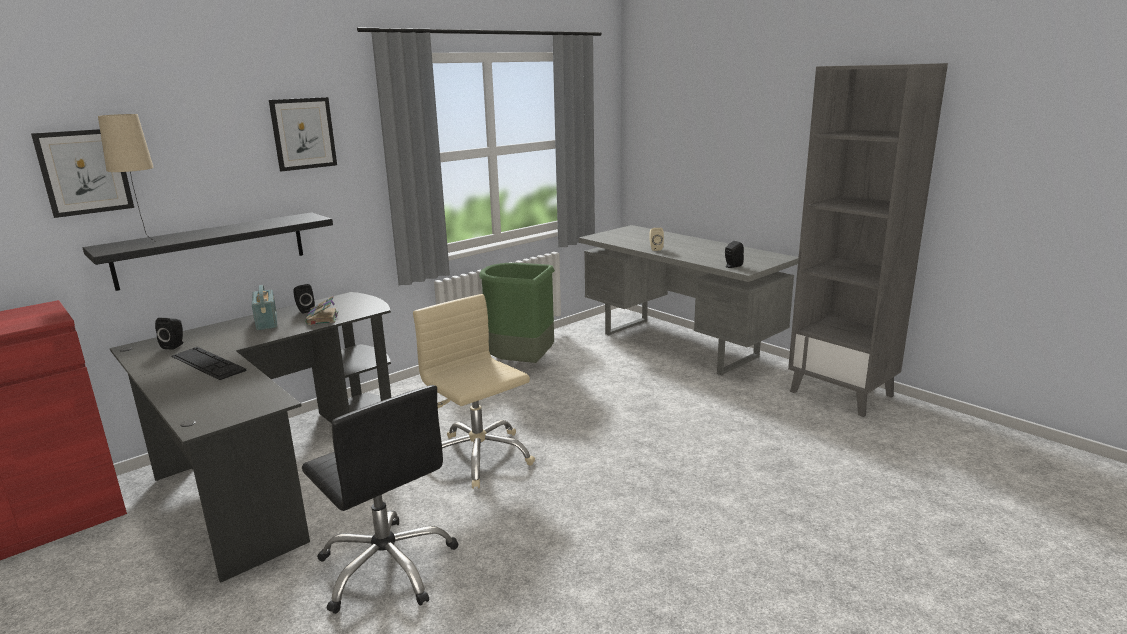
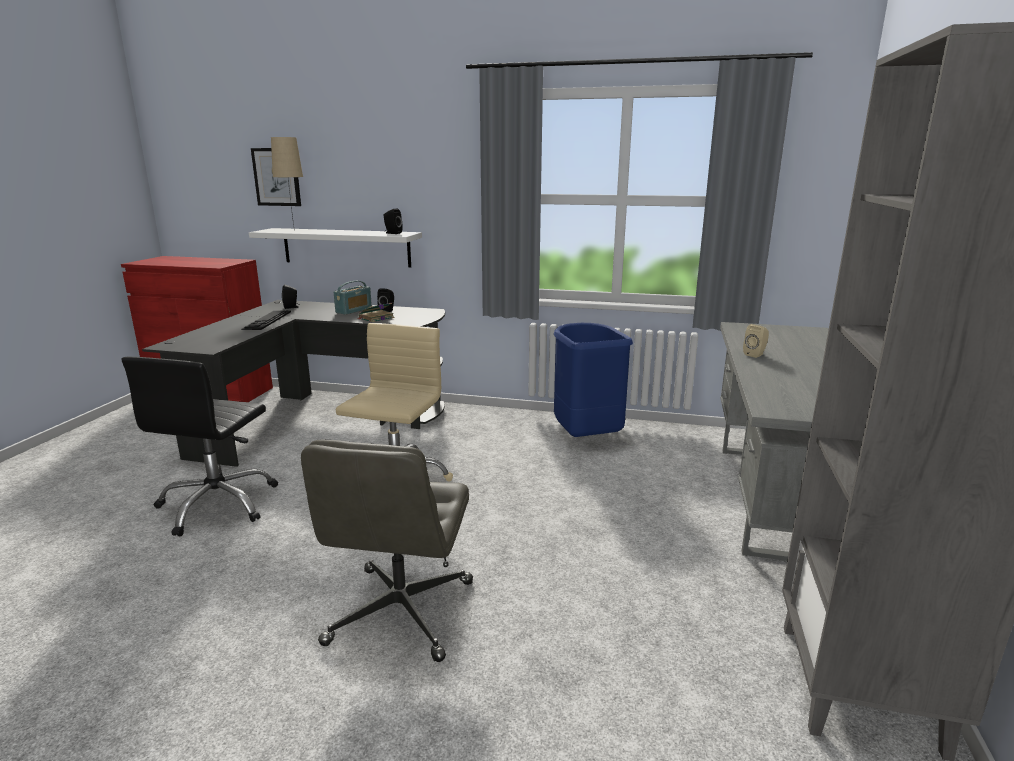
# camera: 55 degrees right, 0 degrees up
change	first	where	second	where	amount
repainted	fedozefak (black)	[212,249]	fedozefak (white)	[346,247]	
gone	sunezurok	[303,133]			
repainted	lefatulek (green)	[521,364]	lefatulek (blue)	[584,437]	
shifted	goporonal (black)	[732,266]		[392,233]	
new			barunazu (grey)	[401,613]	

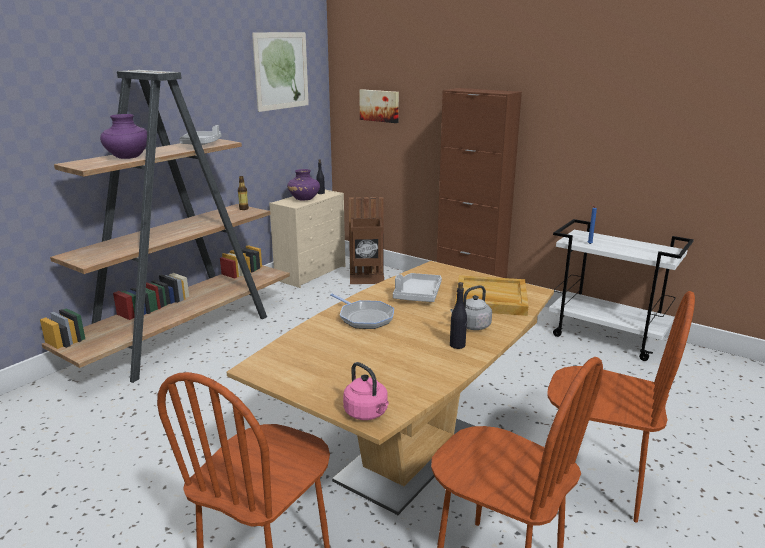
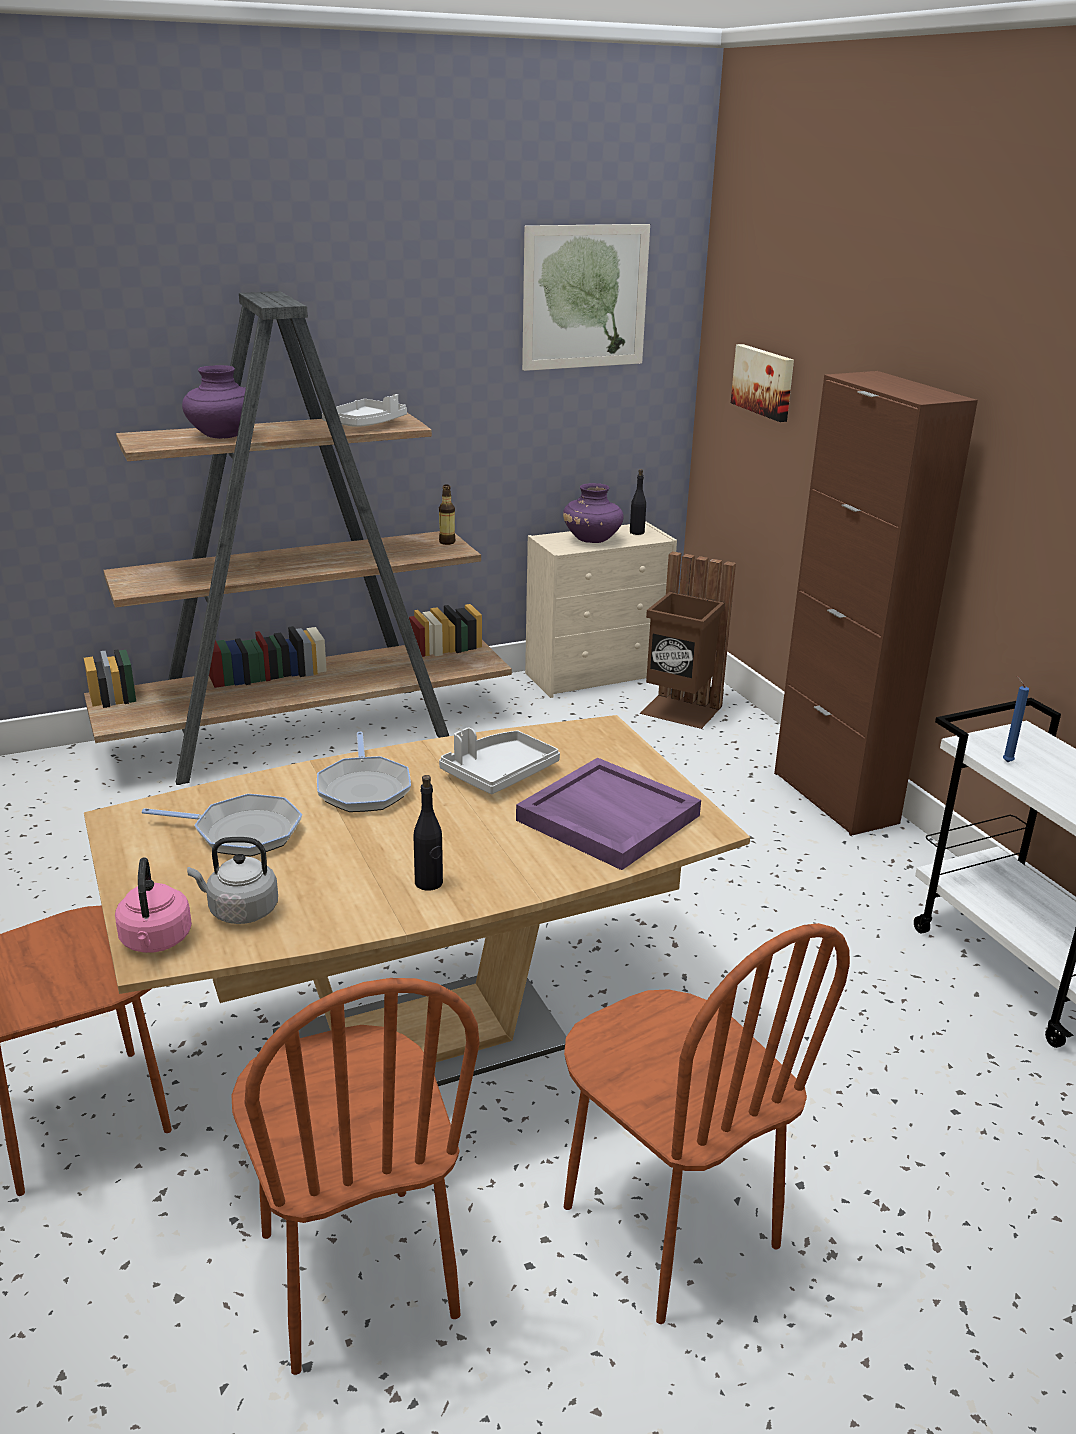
# camera: 30 degrees right, 5 degrees up
change	first	where	second	where	amount
shifted	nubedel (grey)	[472,326]		[240,911]	
repainted	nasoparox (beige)	[490,299]	nasoparox (purple)	[606,818]	
new			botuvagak	[242,832]	

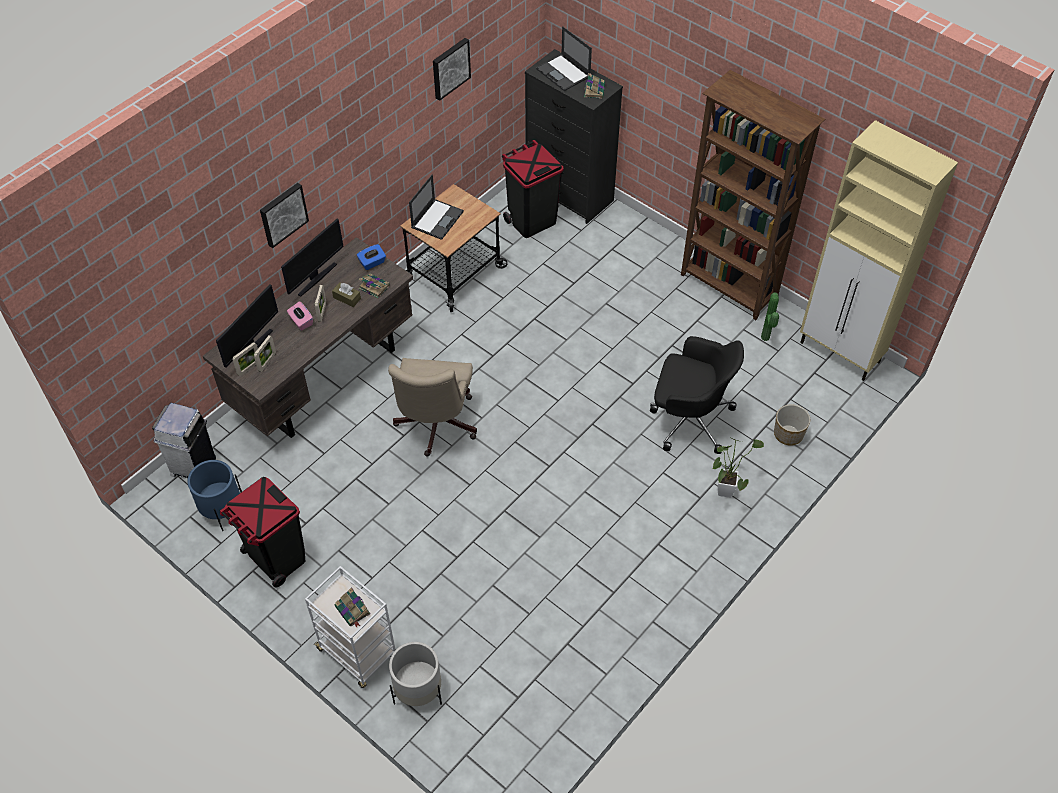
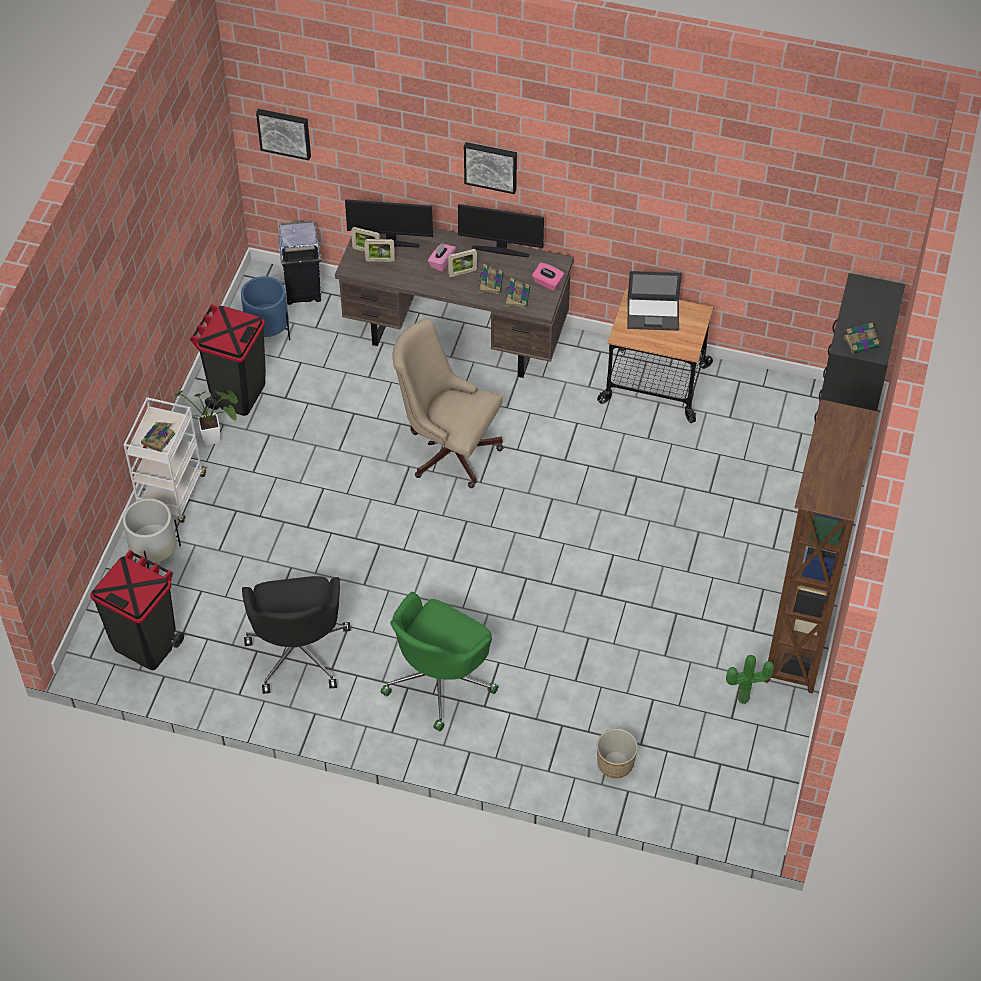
# camera: 65 degrees right, 0 degrees up
change	first	where	second	where	amount
swapped	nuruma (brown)	[347,298]	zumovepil	[490,283]	
repainted	nuruma (blue)	[372,263]	nuruma (pink)	[547,283]	
rotated	barunazu (beige)	[435,426]		[448,449]	45 degrees clockwise
shifted	sunezurok	[450,68]		[284,132]	
shifted	lefatulek (black)	[531,221]		[146,643]	
gone	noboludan	[564,73]			
shifted	barunazu (black)	[689,419]		[298,651]	
shifted	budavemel	[725,488]		[216,438]	
gone	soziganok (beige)	[840,353]			
new			barunazu (green)	[440,680]	

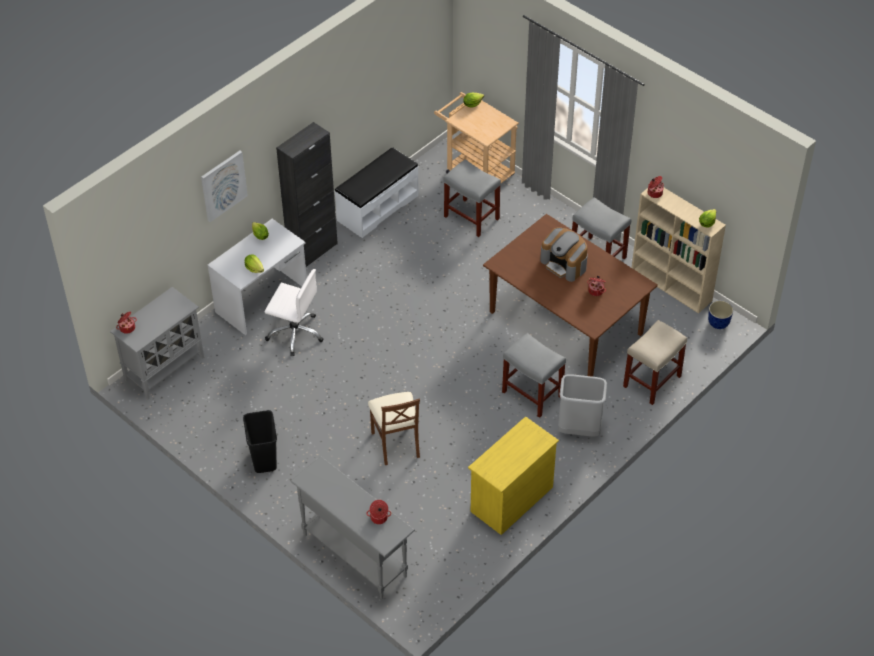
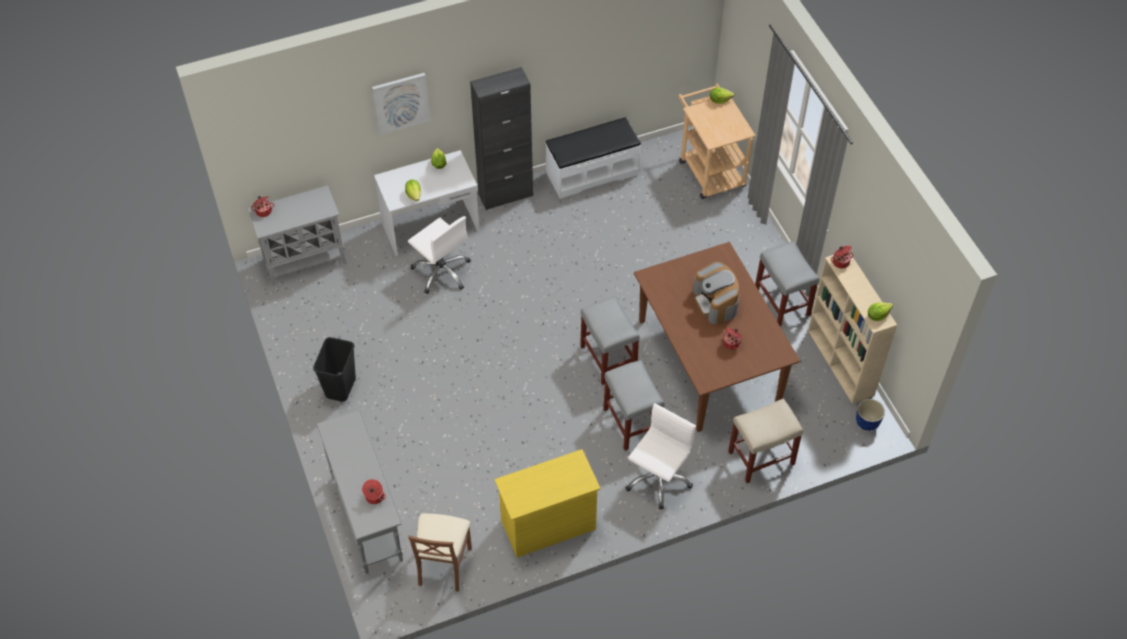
# camera: 25 degrees right, 5 degrees up
change	first	where	second	where	amount
shifted	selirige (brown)	[396,443]		[443,565]	
shifted	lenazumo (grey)	[471,217]		[607,358]	
swapped	lefatulek (grey)	[579,429]	barunazu (white)	[658,478]	

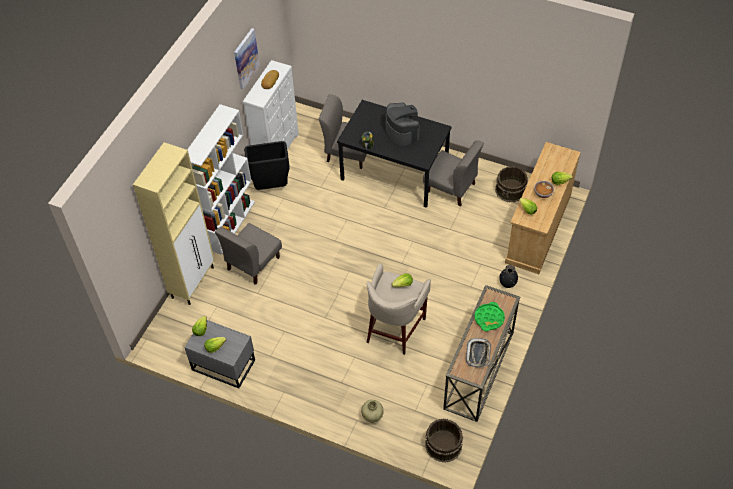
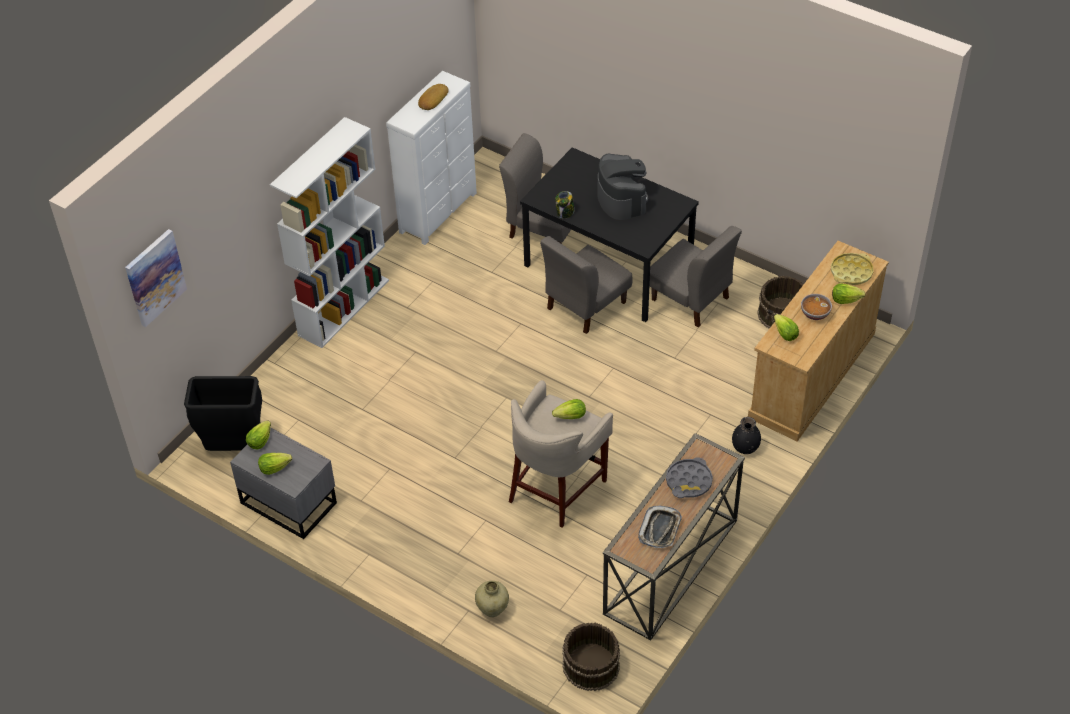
# camera: 10 degrees right, 5 degrees down
change	first	where	second	where	amount
gone	soziganok (beige)	[193,282]			
shifted	selirige (grey)	[253,263]		[585,305]	
shifted	sunezurok	[246,58]		[155,277]	
shifted	lefatulek (black)	[271,186]		[235,447]	
repainted	nasoparox (green)	[489,318]	nasoparox (grey)	[689,481]	
new			nasoparox (yellow)	[851,272]	

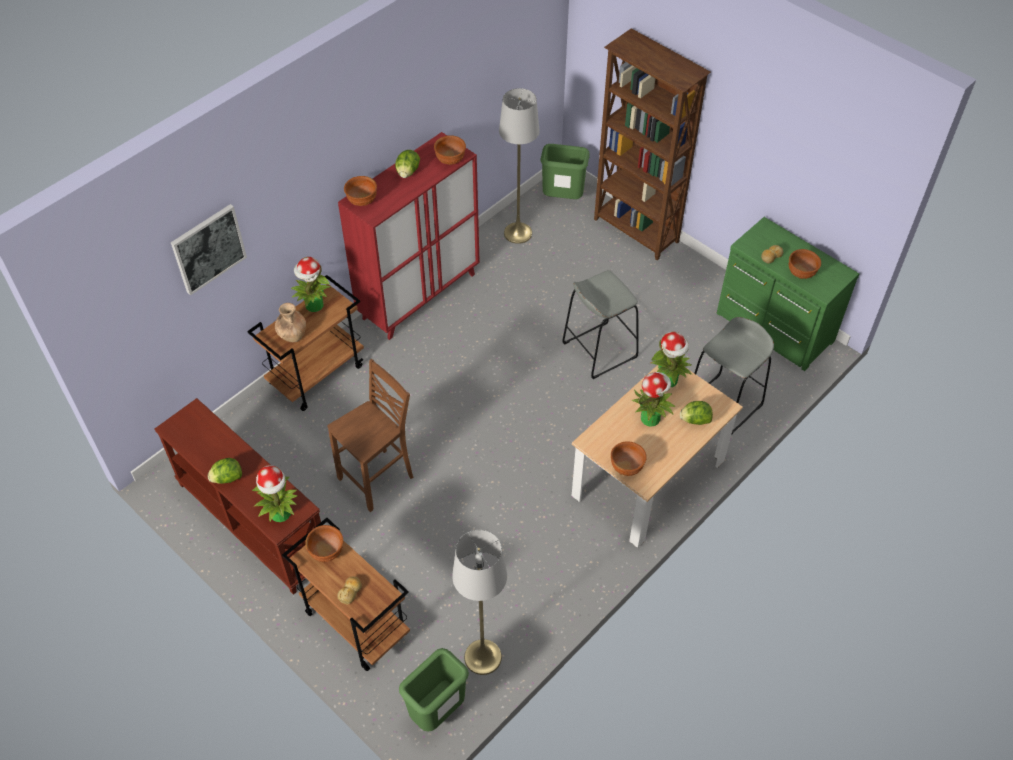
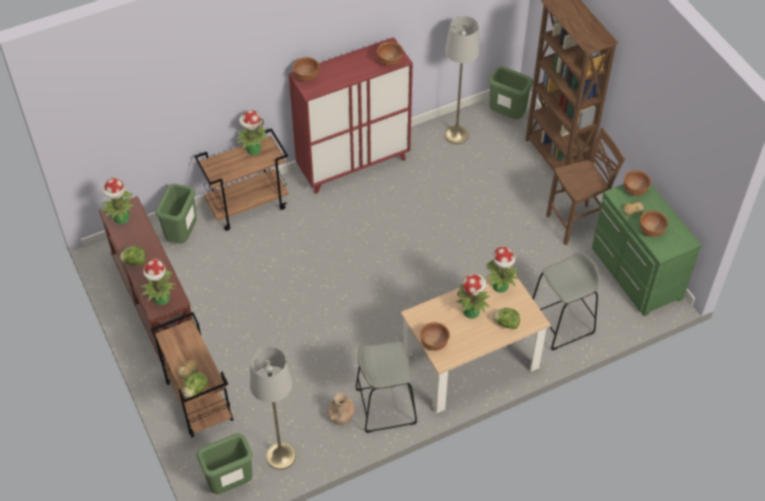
# camera: 20 degrees right, 0 degrees up
change	first	where	second	where	amount
gone	sunezurok	[208,248]			
shifted	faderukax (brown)	[292,334]		[341,416]	
shifted	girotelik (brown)	[327,552]		[635,191]	
shifted	lenazumo (brown)	[378,478]		[577,224]	
shifted	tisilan	[407,172]		[195,390]	
shifted	lenazumo (grey)	[599,350]		[385,406]	
new			budavemel	[121,218]	
new			lefatulek (green)	[182,236]	

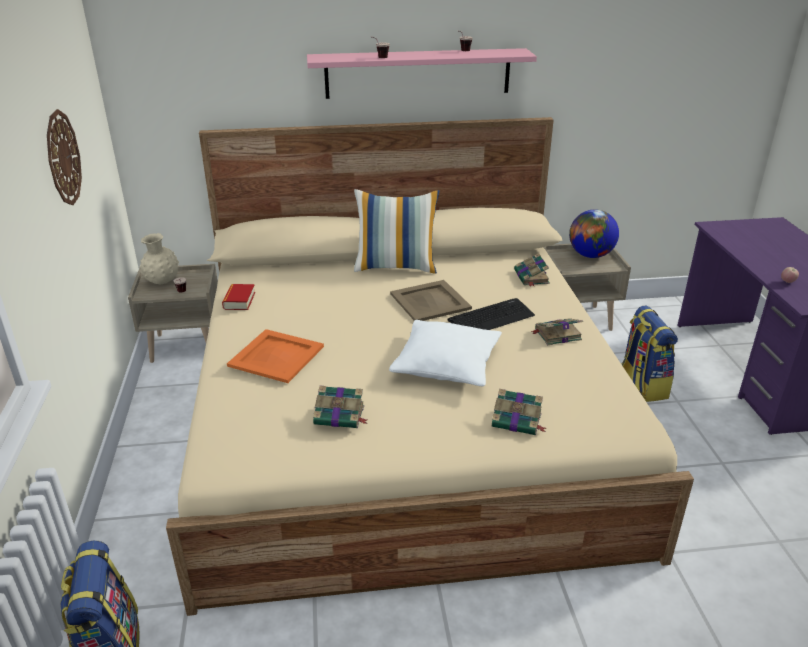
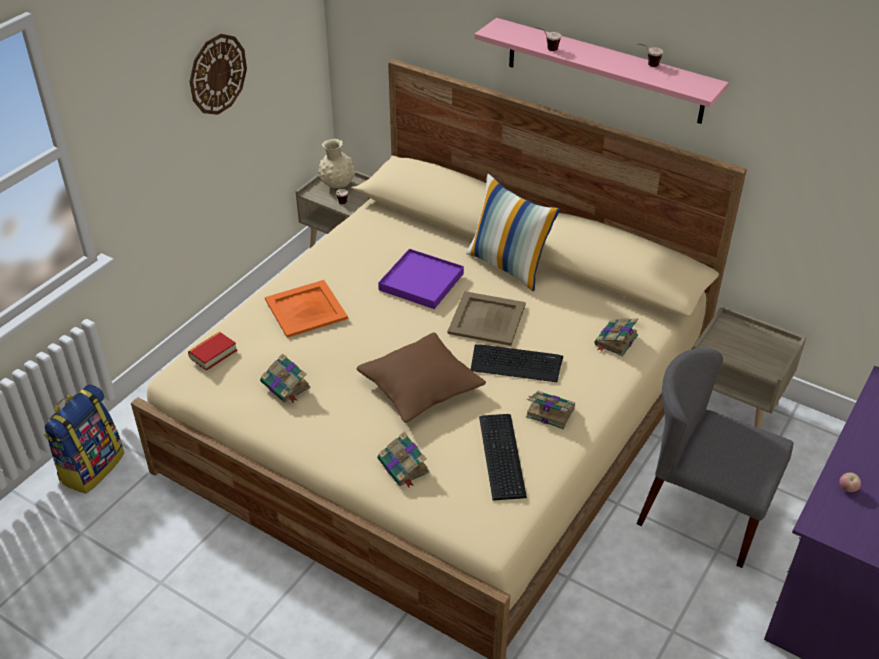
# camera: 40 degrees right, 10 degrees up
change	first	where	second	where	amount
shifted	zumovepil	[239,301]		[213,354]	
repainted	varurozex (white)	[446,365]	varurozex (brown)	[420,388]	
gone	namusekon	[590,255]			
swapped	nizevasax	[641,385]	selirige (grey)	[702,513]	
new			nasoparox (purple)	[421,281]	
new			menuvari	[500,457]	

